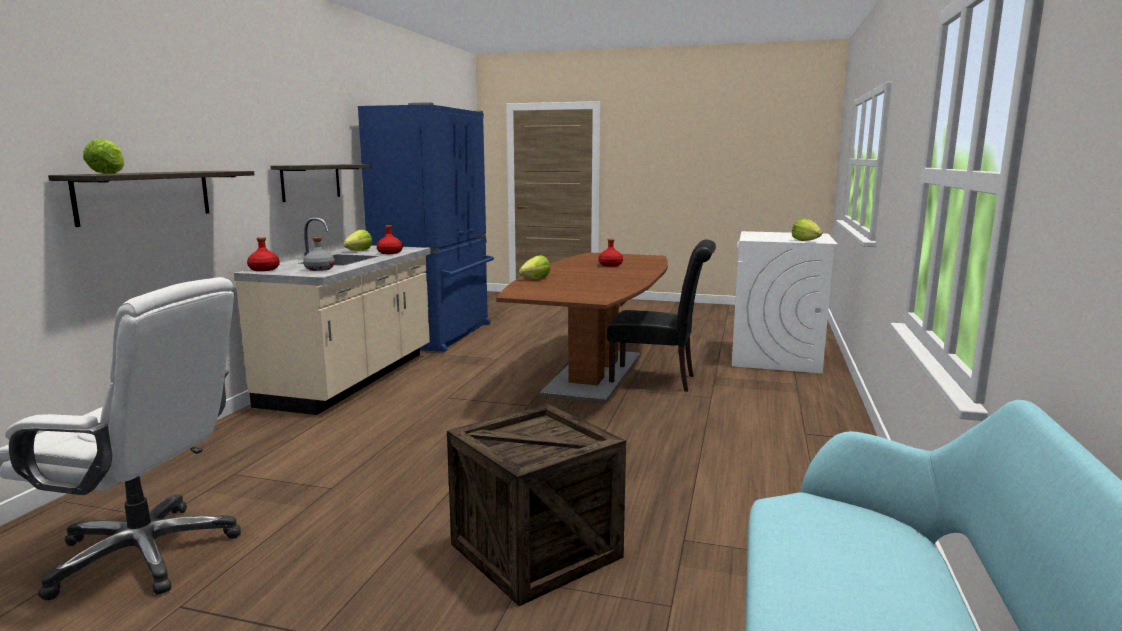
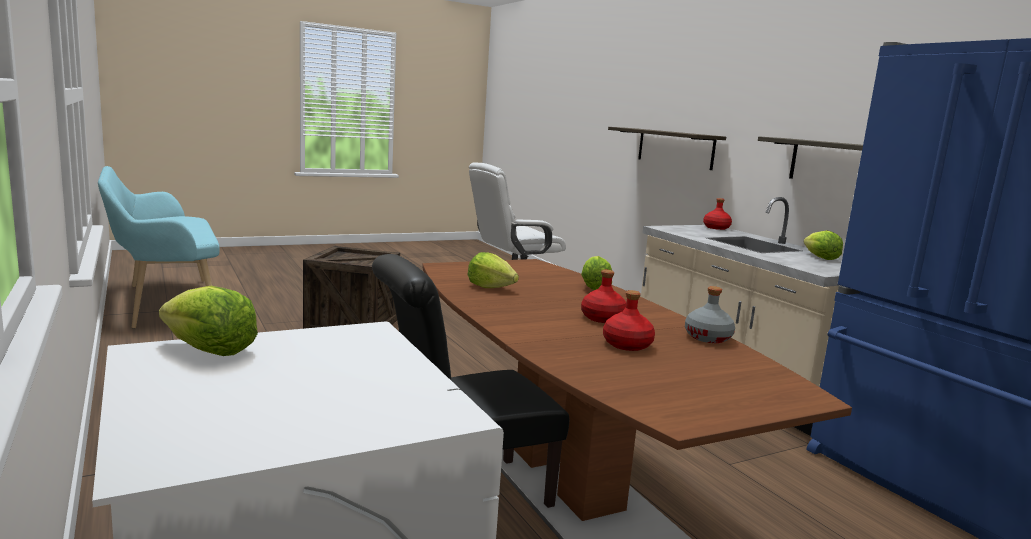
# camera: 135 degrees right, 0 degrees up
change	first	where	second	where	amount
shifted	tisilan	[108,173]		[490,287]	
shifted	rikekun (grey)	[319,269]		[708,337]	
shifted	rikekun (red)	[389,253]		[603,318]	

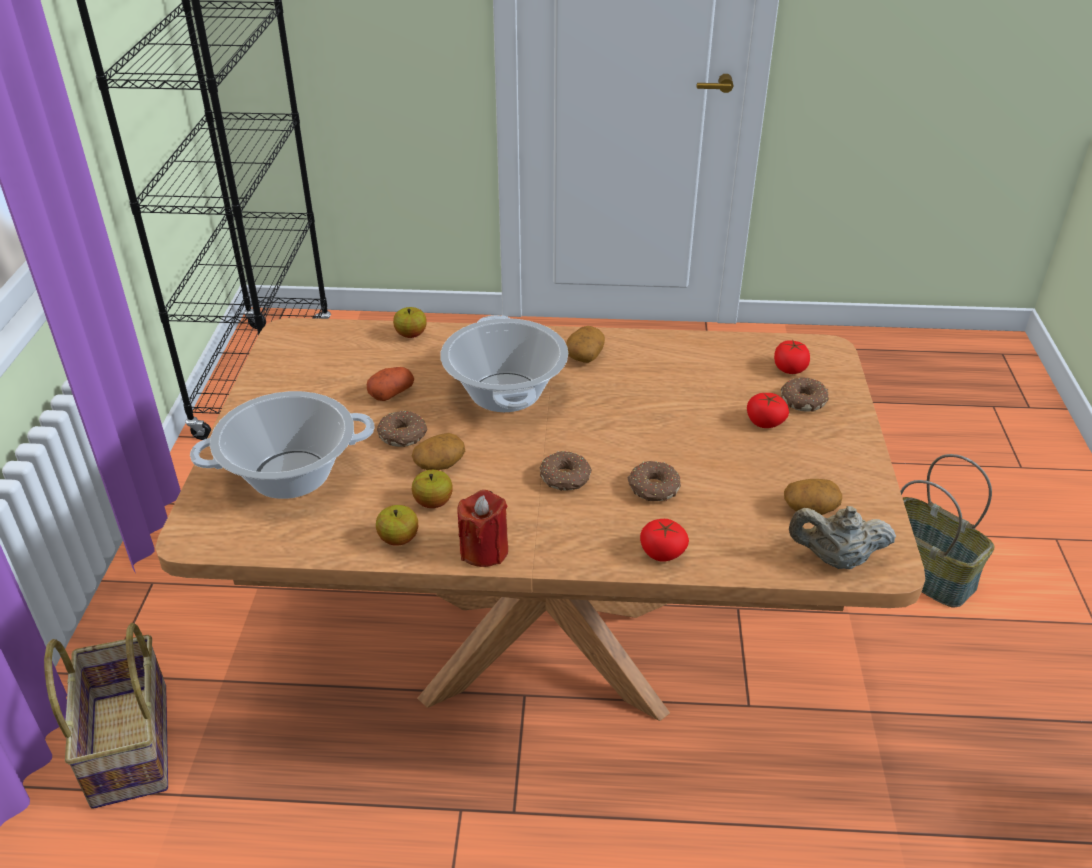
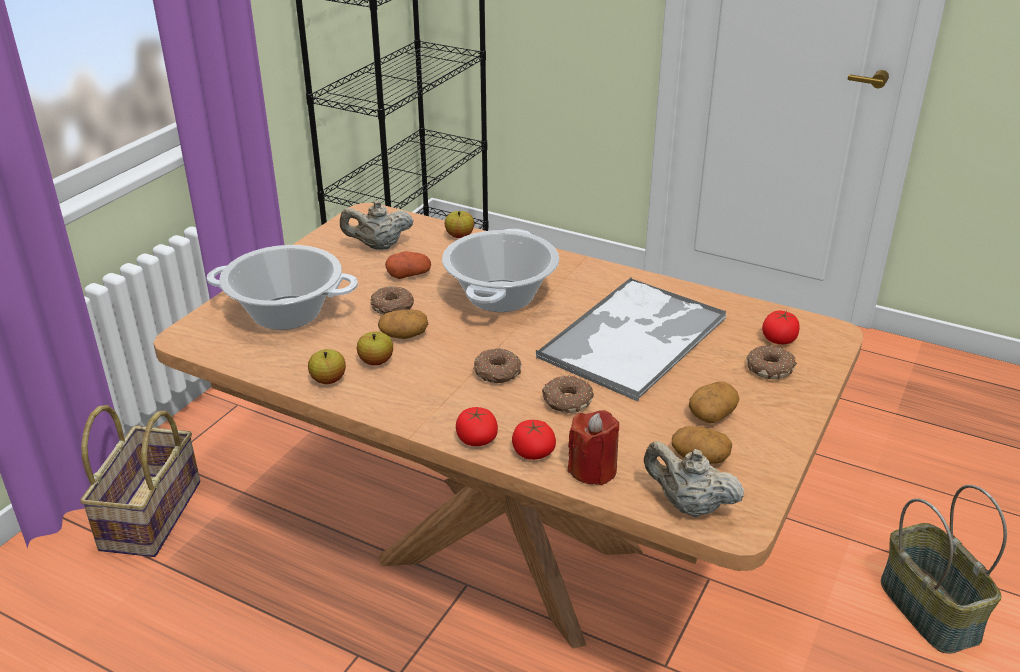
# camera: 25 degrees right, 5 degrees down
change	first	where	second	where	amount
shifted	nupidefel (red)	[484,550]		[593,469]	
shifted	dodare	[584,355]		[712,413]	
shifted	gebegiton	[765,421]		[476,439]	
new			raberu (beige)	[378,246]	
new			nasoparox	[634,337]	

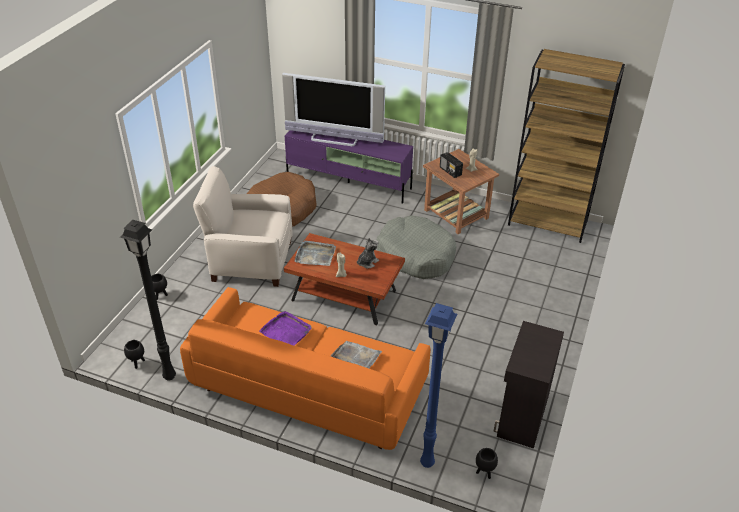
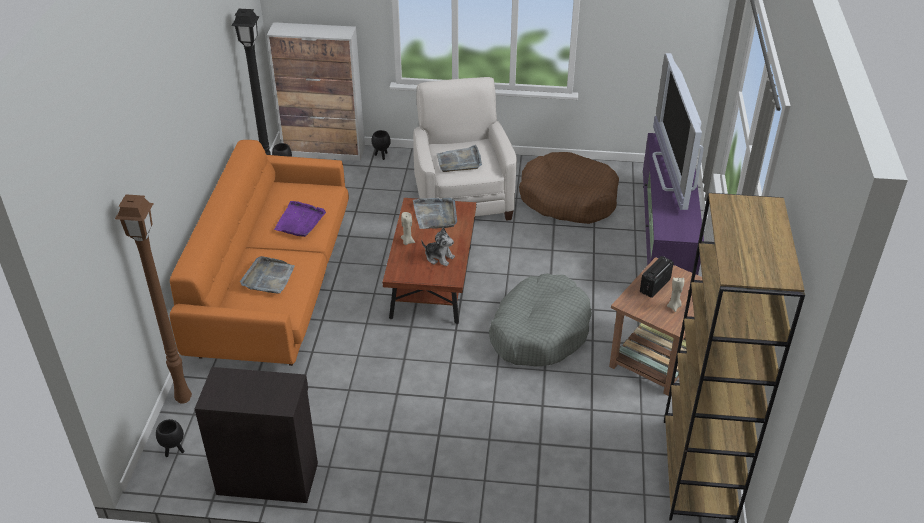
# camera: 75 degrees right, 0 degrees up
change	first	where	second	where	amount
repainted	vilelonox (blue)	[426,463]	vilelonox (brown)	[183,397]	
new			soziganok	[324,151]	
new			nasoparox (grey)	[459,161]	

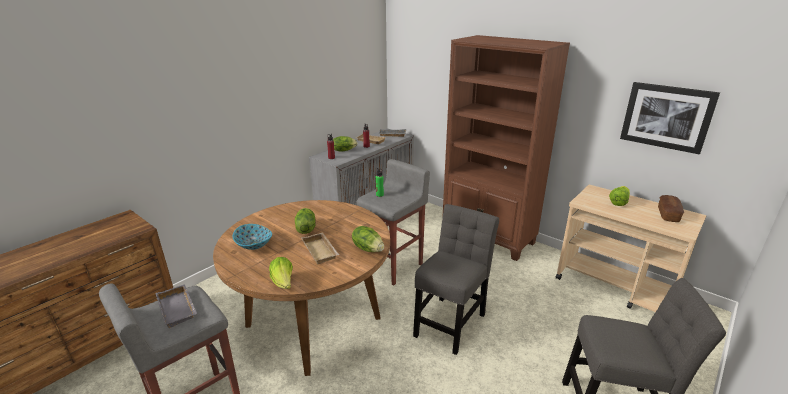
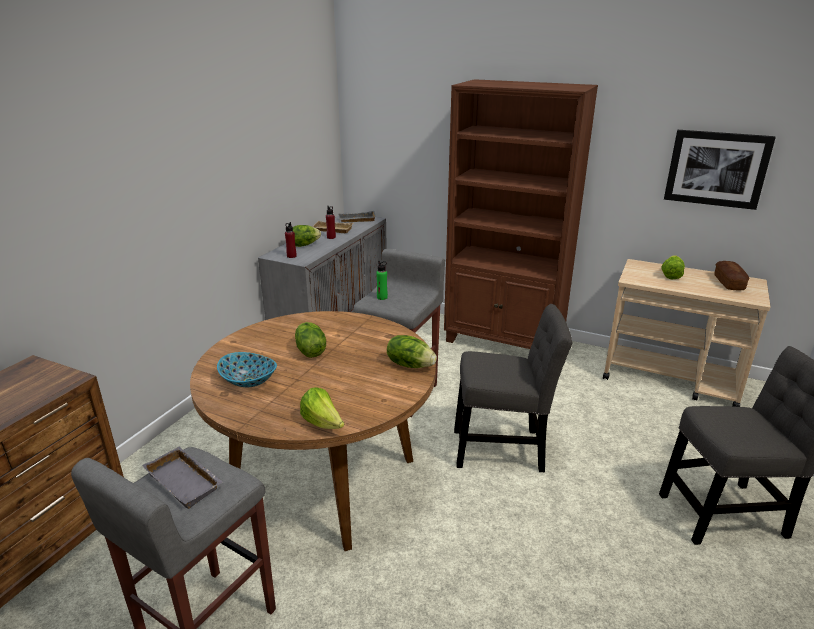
# camera: 15 degrees left, 0 degrees up
change	first	where	second	where	amount
gone	nasoparox (beige)	[321,251]			
rotated	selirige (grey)	[451,322]		[503,449]	75 degrees clockwise

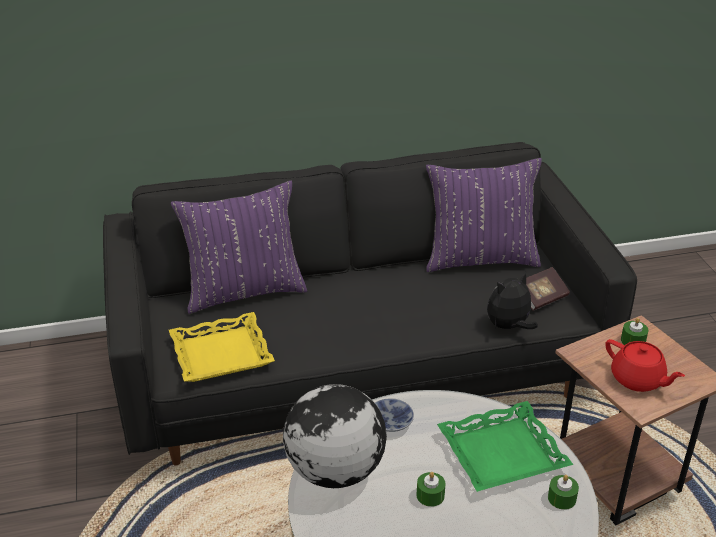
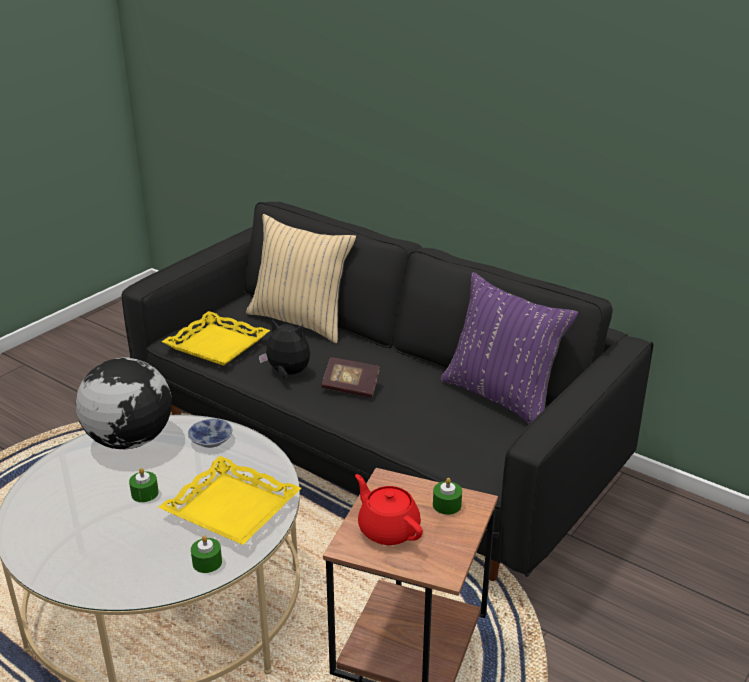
# camera: 50 degrees right, 5 degrees down
change	first	where	second	where	amount
repainted	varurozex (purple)	[244,291]	varurozex (beige)	[301,321]	
repainted	nasoparox (green)	[502,454]	nasoparox (yellow)	[231,509]	
shifted	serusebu	[508,326]		[287,373]	
shifted	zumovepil	[541,298]		[350,387]	
rotated	raberu (red)	[638,380]		[388,529]	135 degrees clockwise

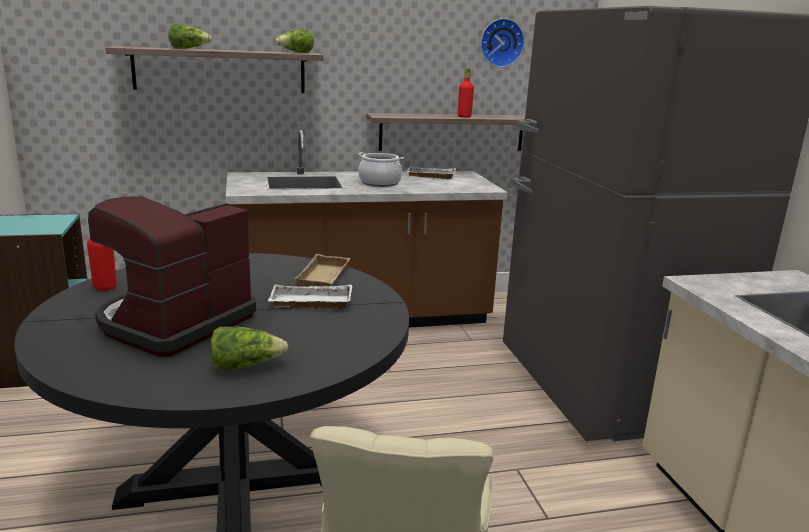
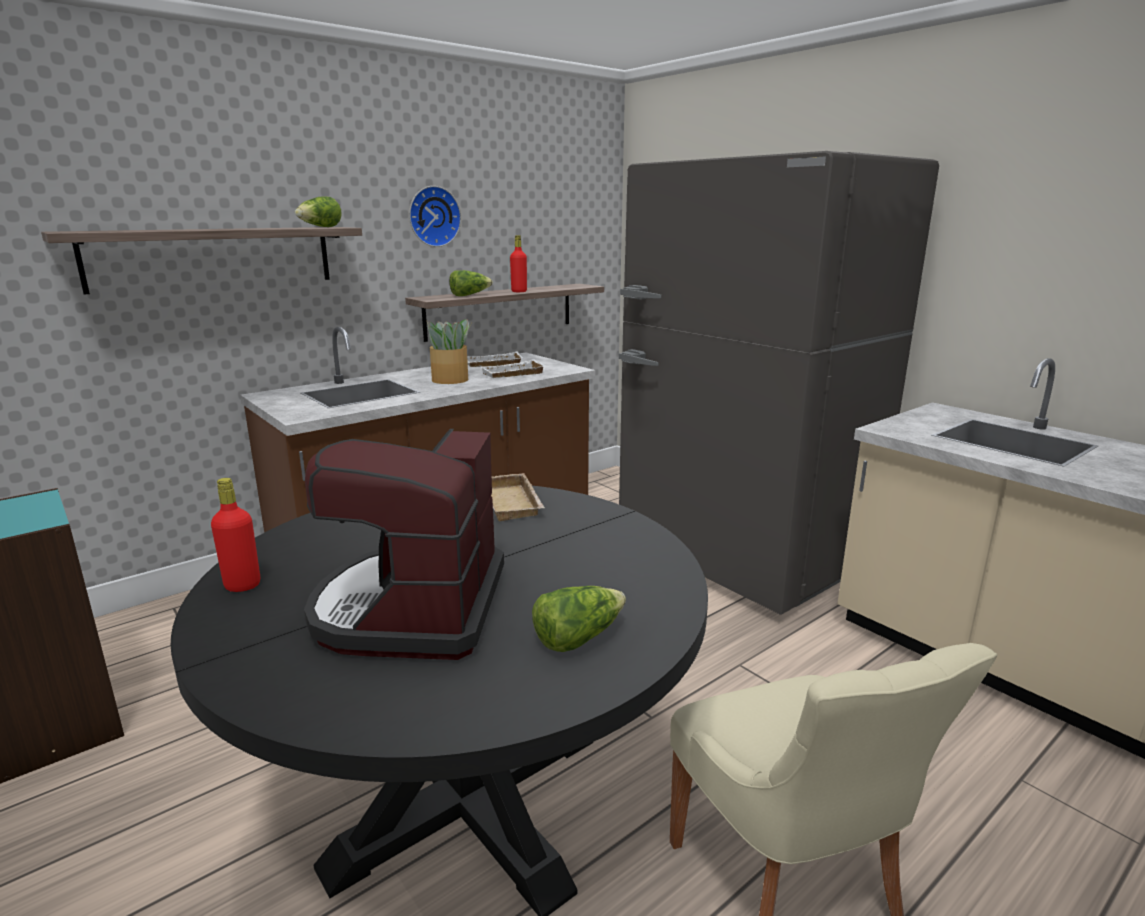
# camera: 25 degrees left, 0 degrees up
change	first	where	second	where	amount
shifted	tisilan	[188,49]		[469,295]	
shifted	nasoparox (white)	[309,303]		[513,374]	
swapped	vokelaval	[379,183]	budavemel	[451,380]	
shifted	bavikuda	[501,42]		[433,216]	

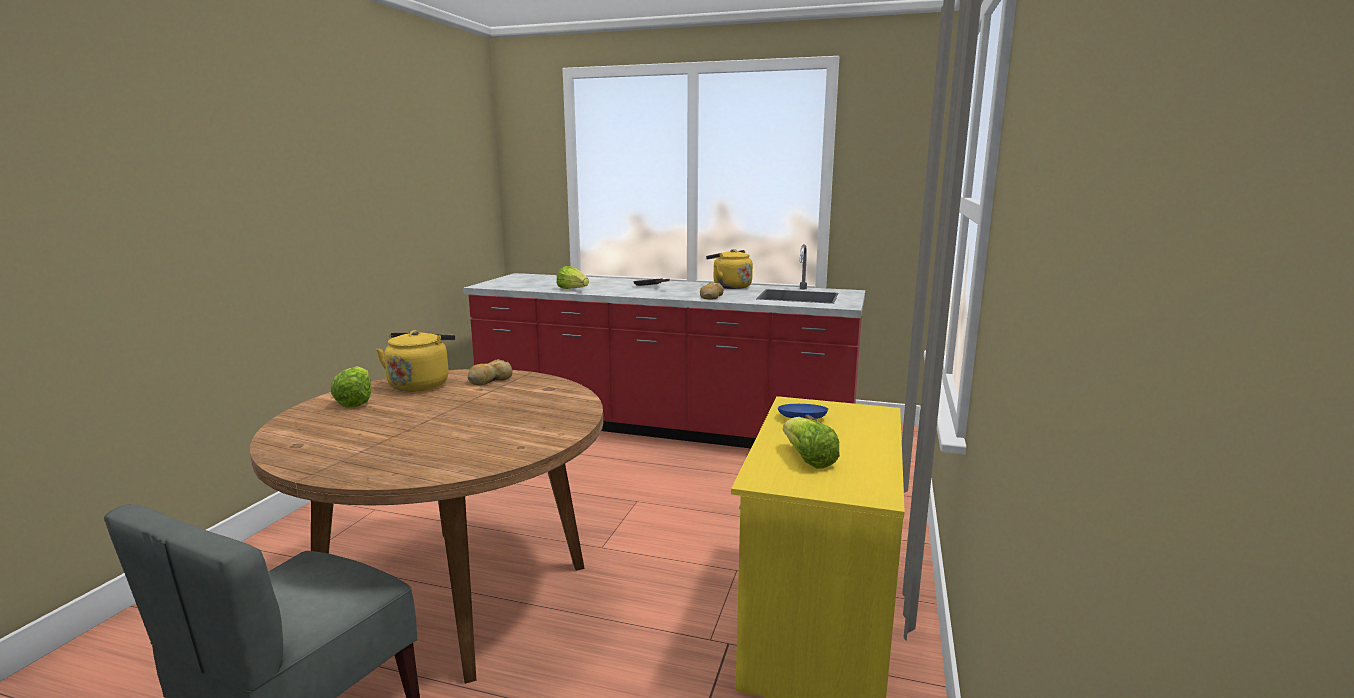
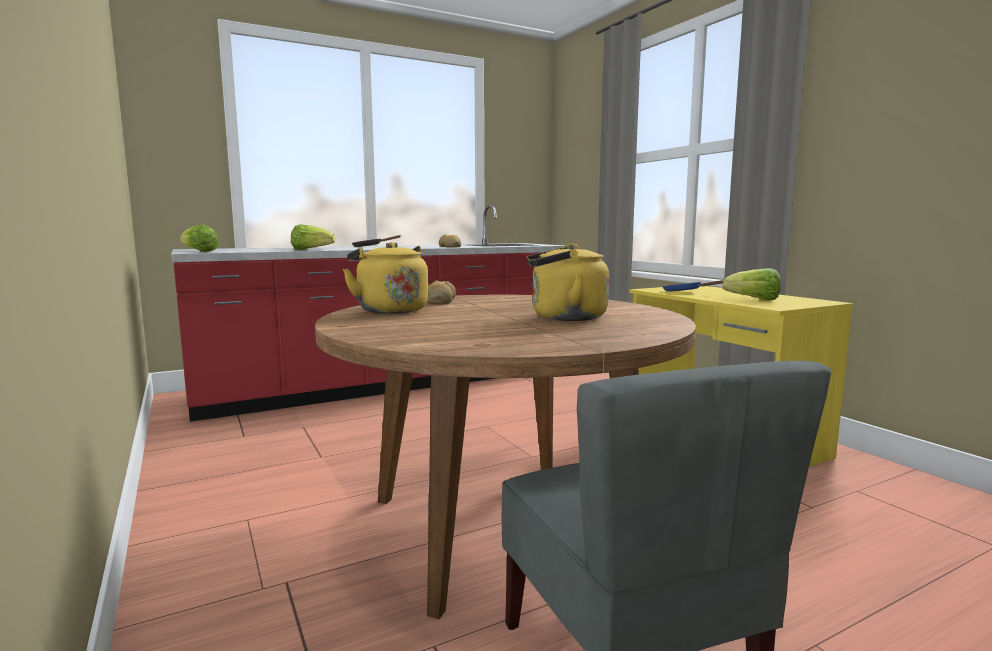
# camera: 45 degrees left, 5 degrees down
change	first	where	second	where	amount
shifted	tisilan	[356,401]		[199,251]	
shifted	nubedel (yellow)	[729,286]		[563,318]	

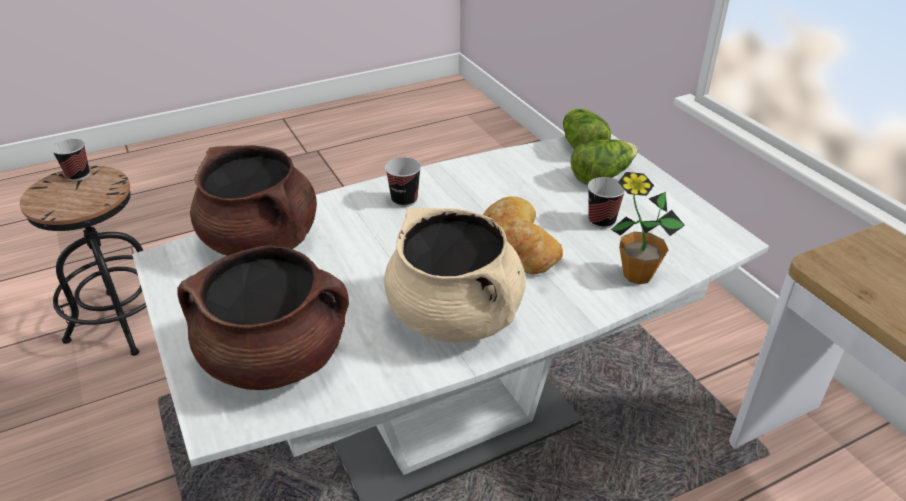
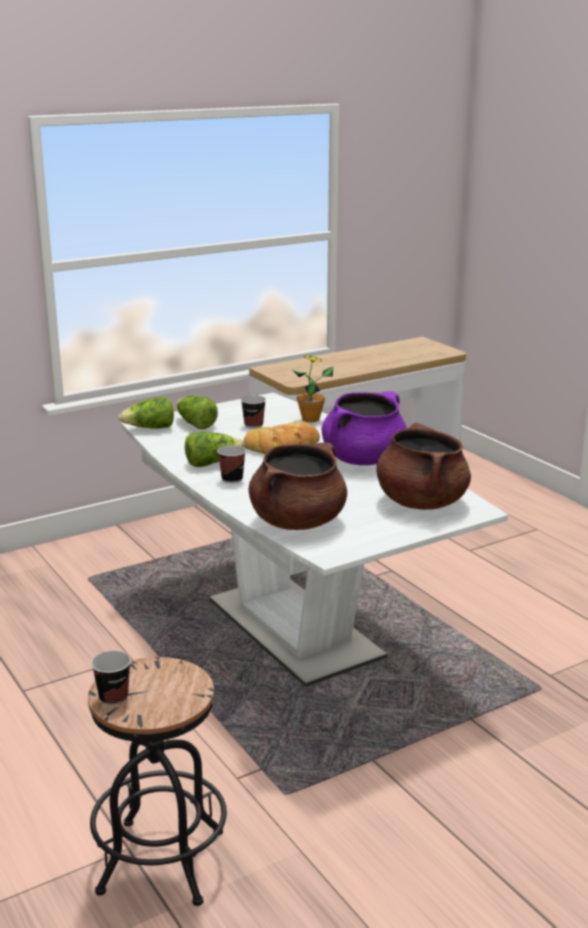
# camera: 95 degrees left, 15 degrees down
change	first	where	second	where	amount
repainted	vokelaval (beige)	[455,316]	vokelaval (purple)	[364,460]	
new			tisilan	[211,463]	

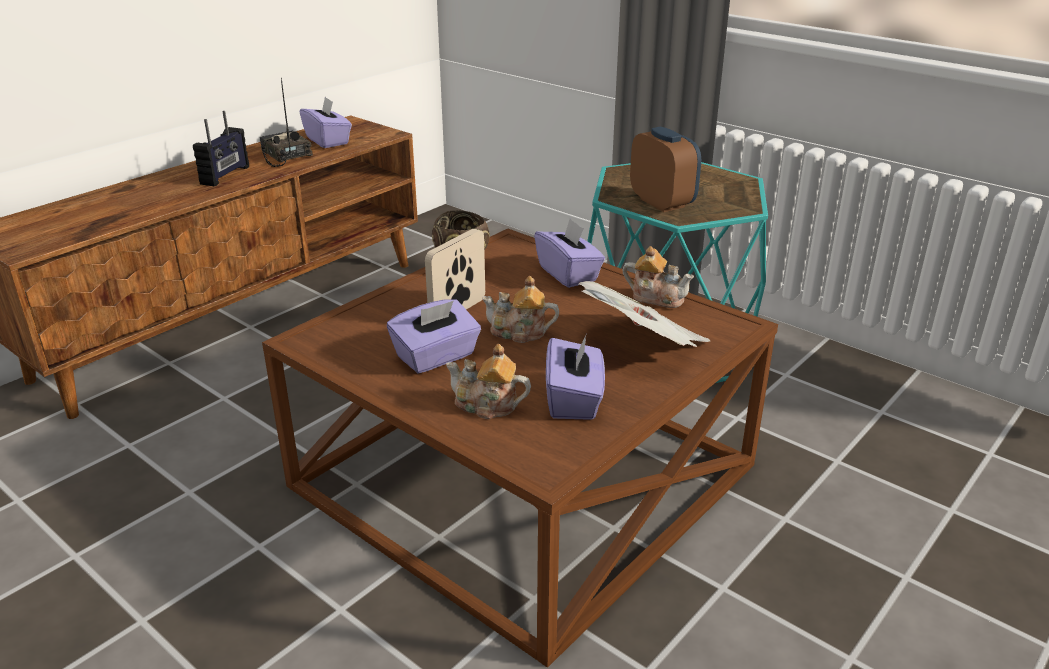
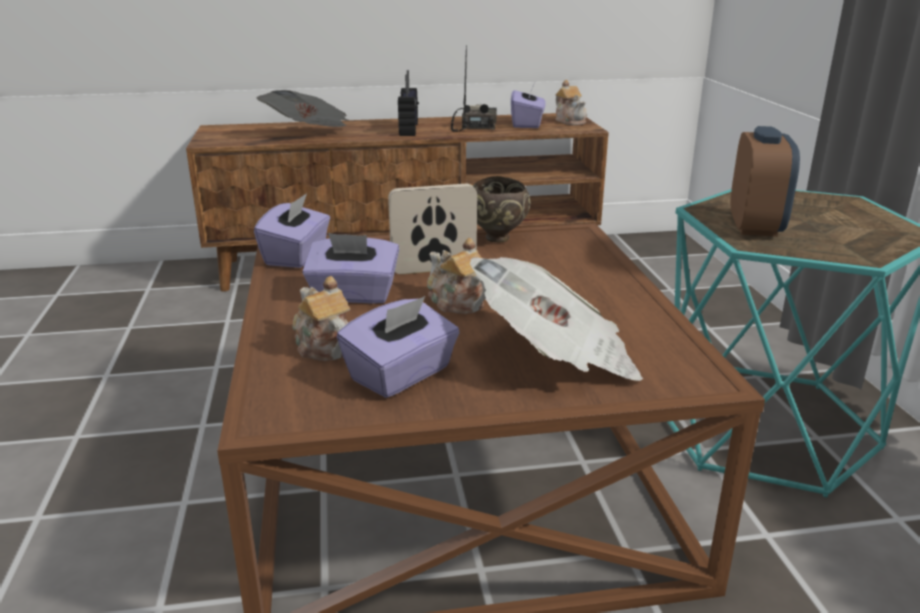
# camera: 40 degrees right, 5 degrees down
change	first	where	second	where	amount
rotated	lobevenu	[226,175]		[409,130]	60 degrees counterclockwise
shifted	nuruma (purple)	[568,274]		[297,256]	
shifted	raberu	[656,297]		[570,121]	
new			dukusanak	[309,135]	

